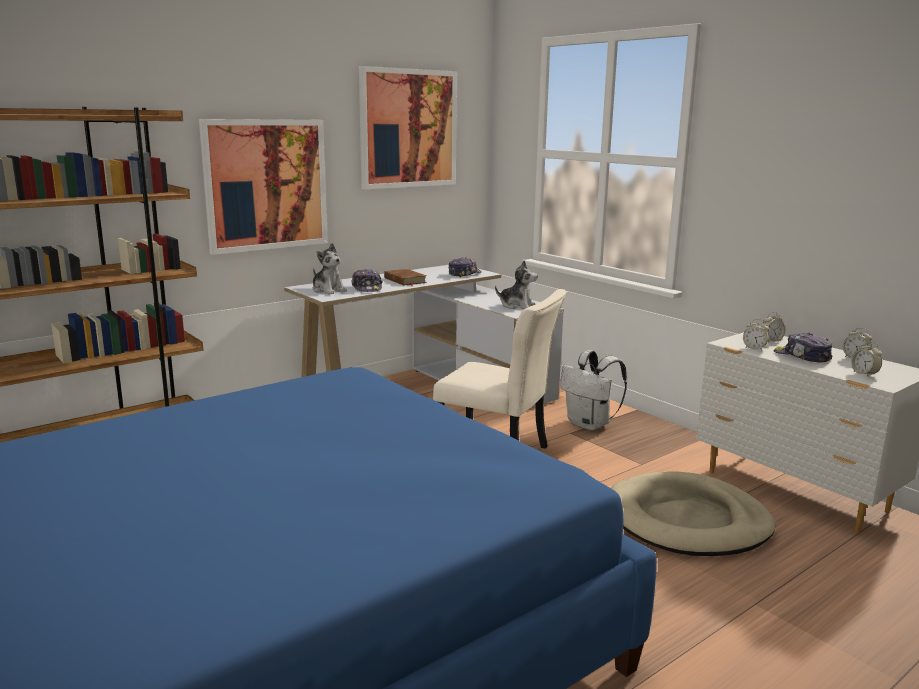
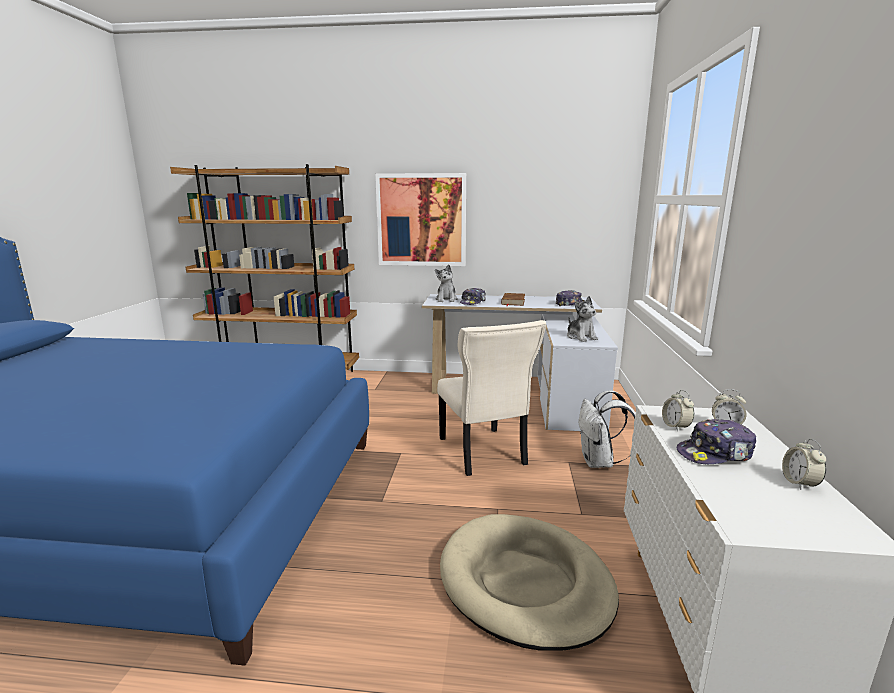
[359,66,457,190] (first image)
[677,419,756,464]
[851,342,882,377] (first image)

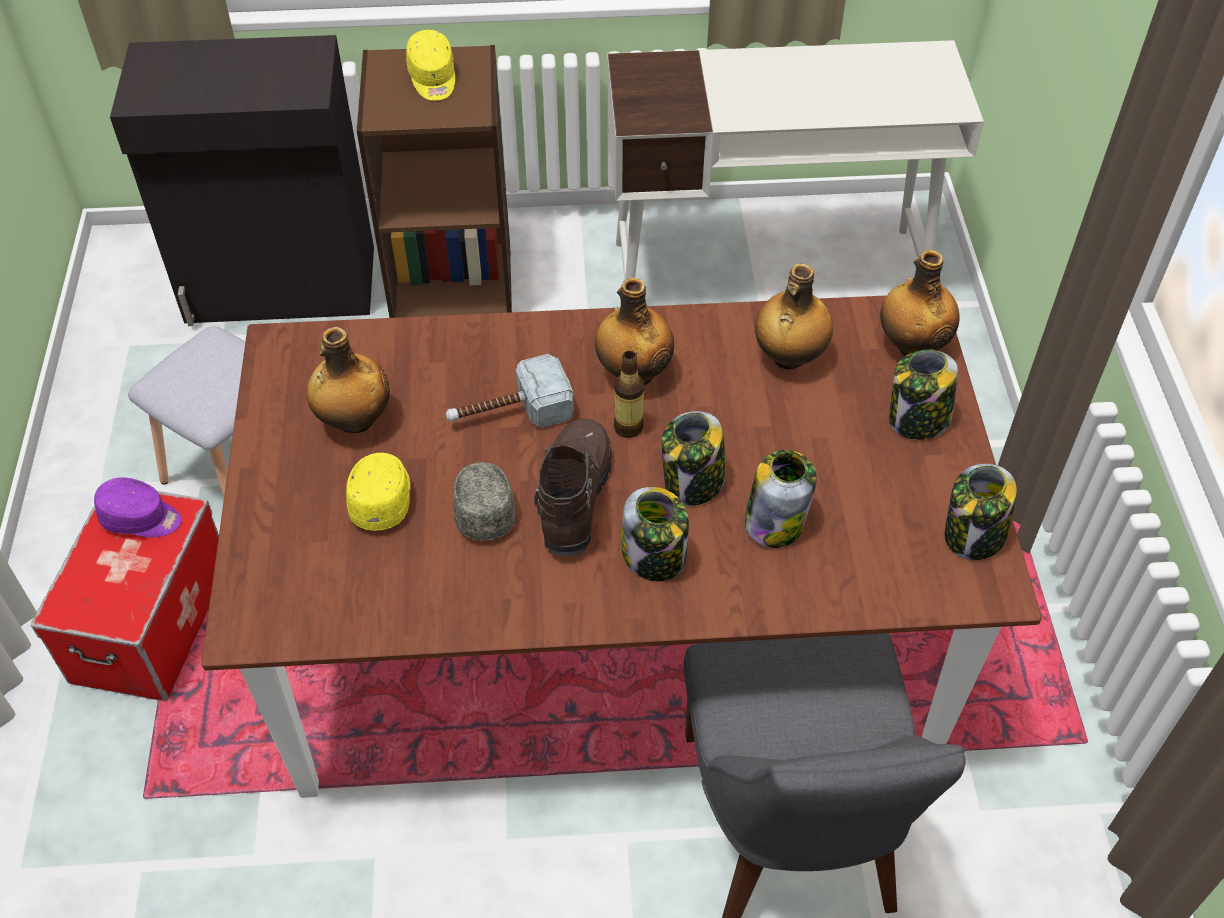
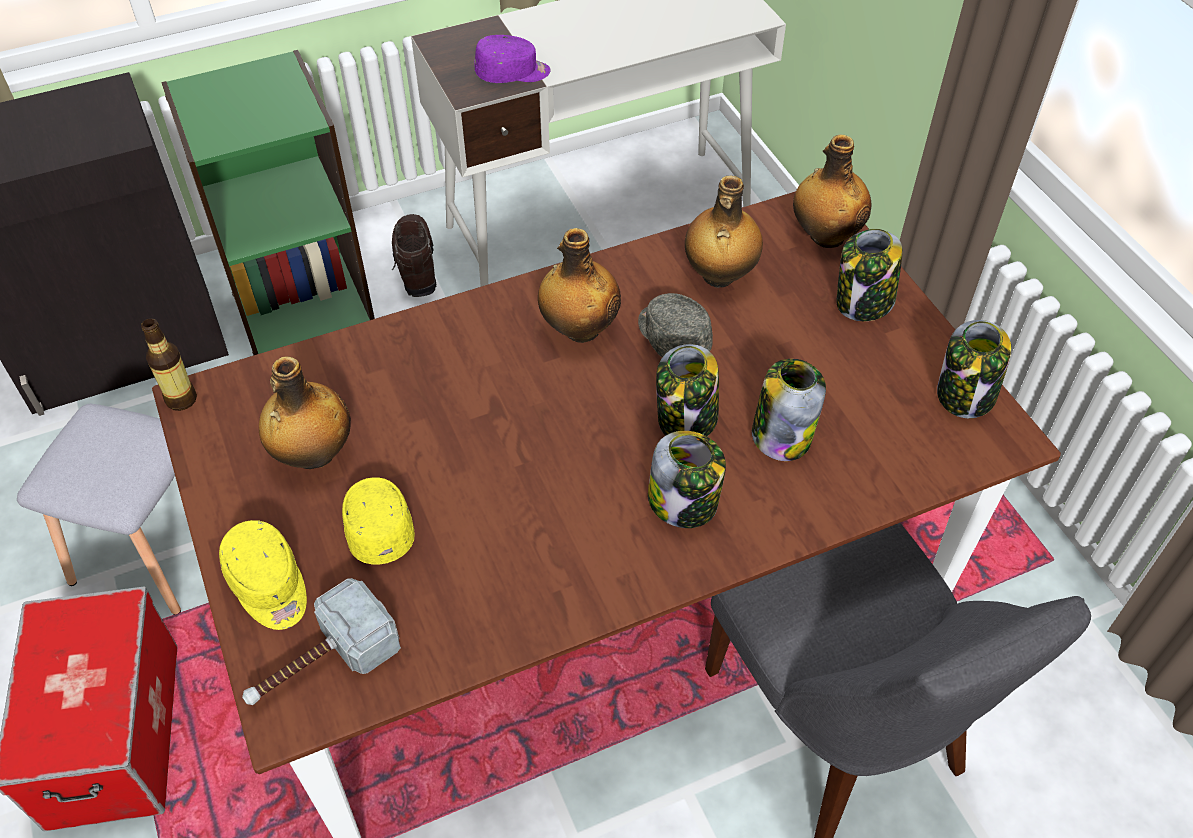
[474,35,551,83]
[161,50,375,356]
[219,520,307,630]
[242,578,401,705]
[638,293,713,357]
[392,214,436,297]
[141,318,197,411]

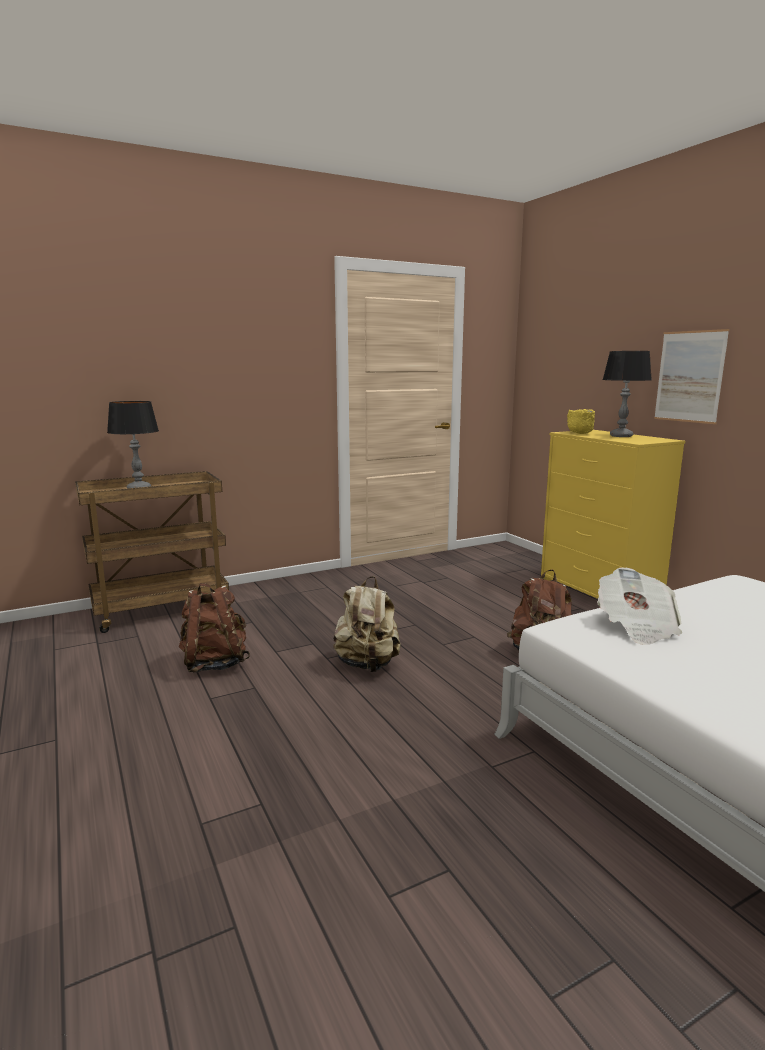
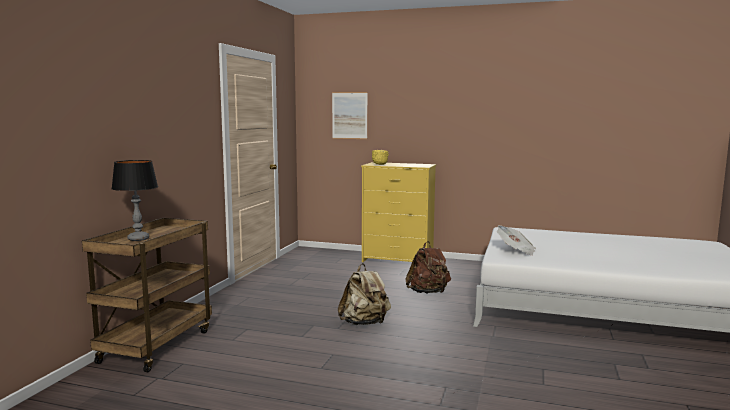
[179,583,250,673] (first image)
[603,351,652,437] (first image)
[332,92,368,139]

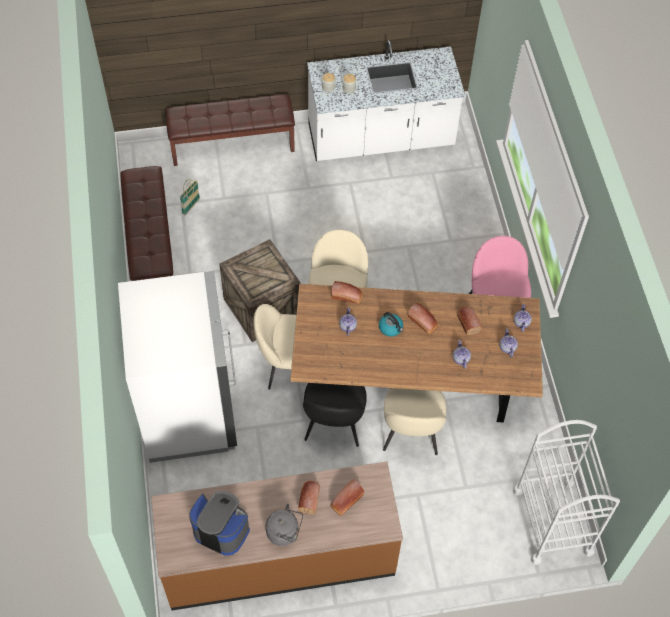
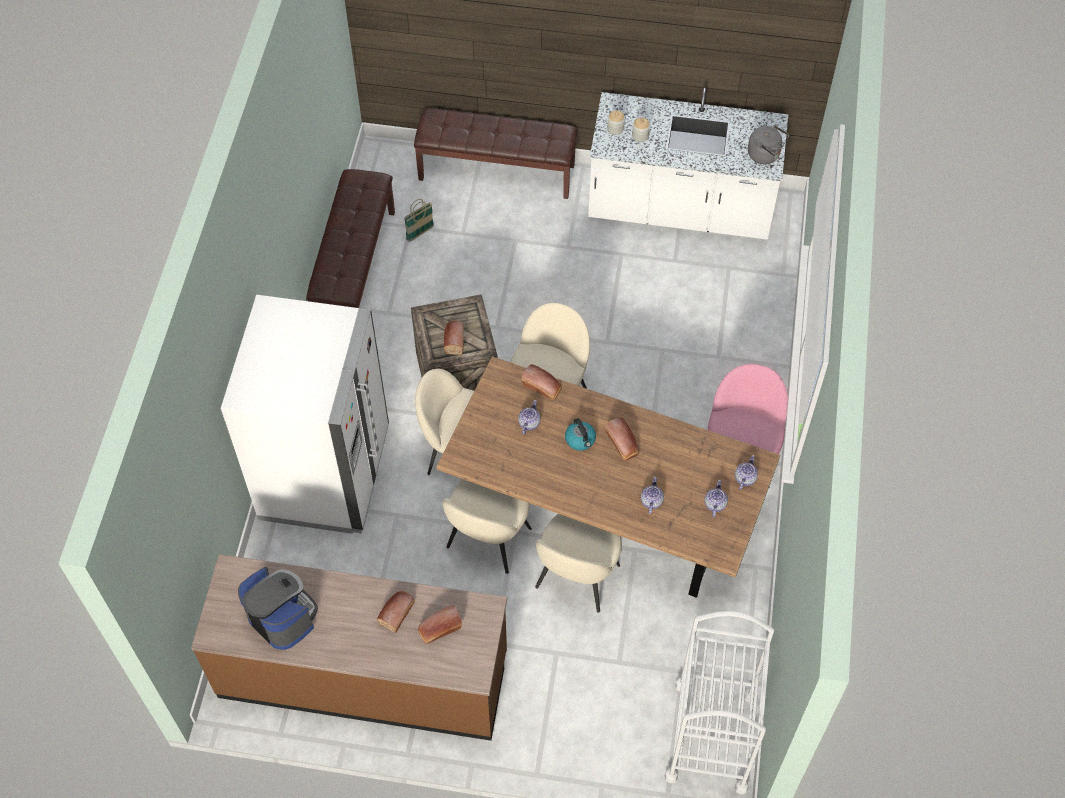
[748,125,790,164]
[442,479,532,574]
[444,320,464,355]

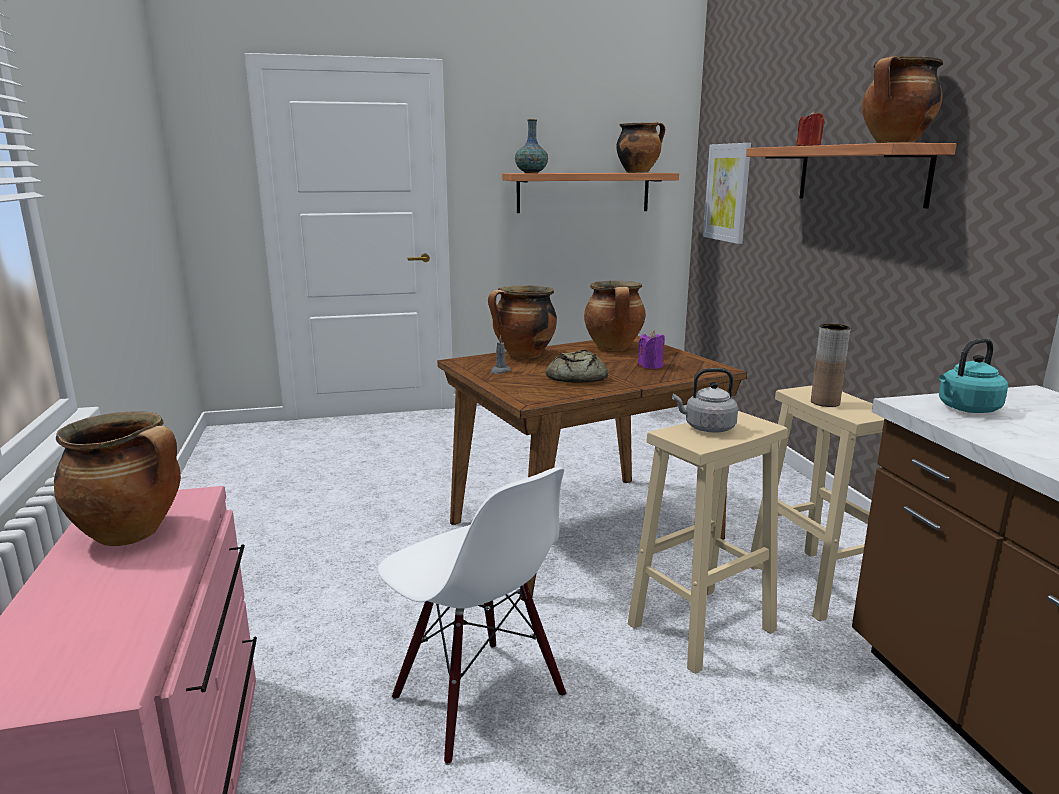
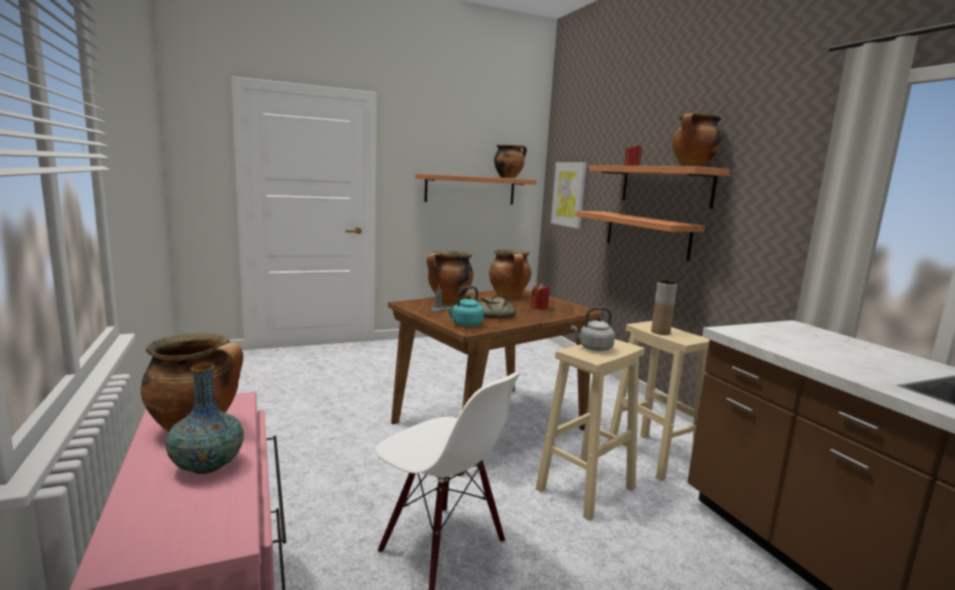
[165,363,244,474]
[531,283,550,310]
[445,286,484,327]
[575,211,705,261]

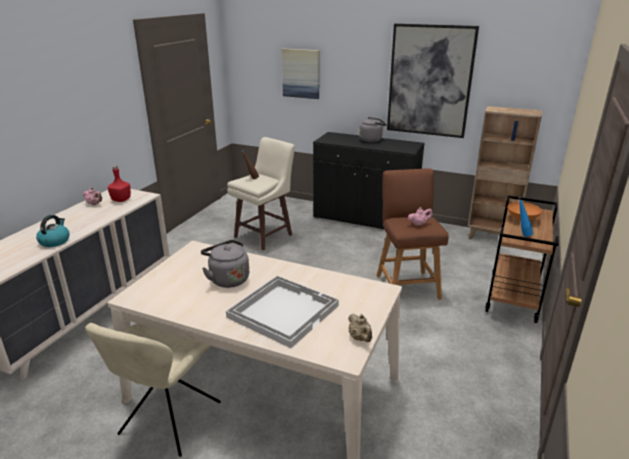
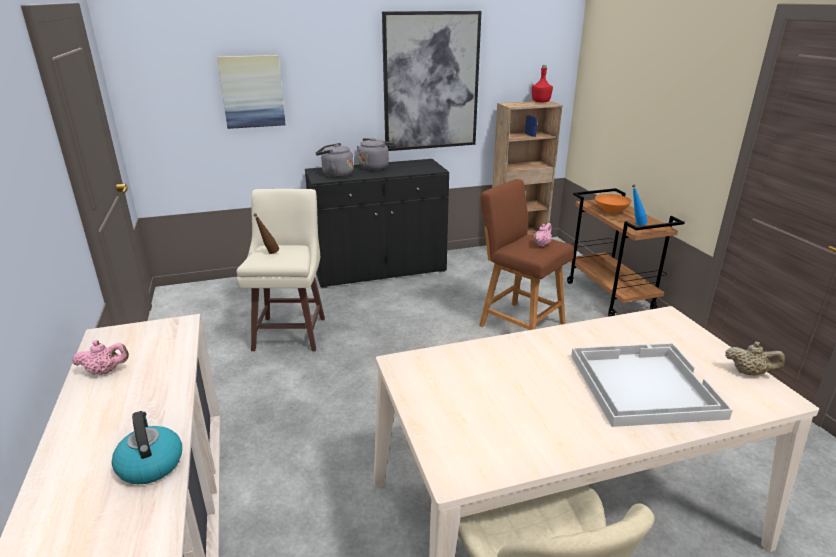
[532,65,553,103]
[316,143,354,177]

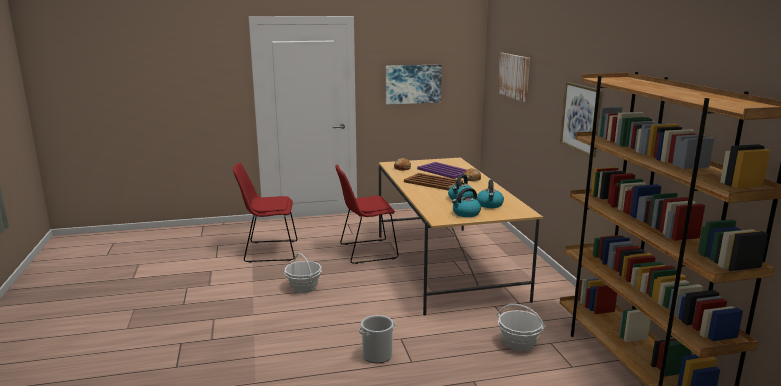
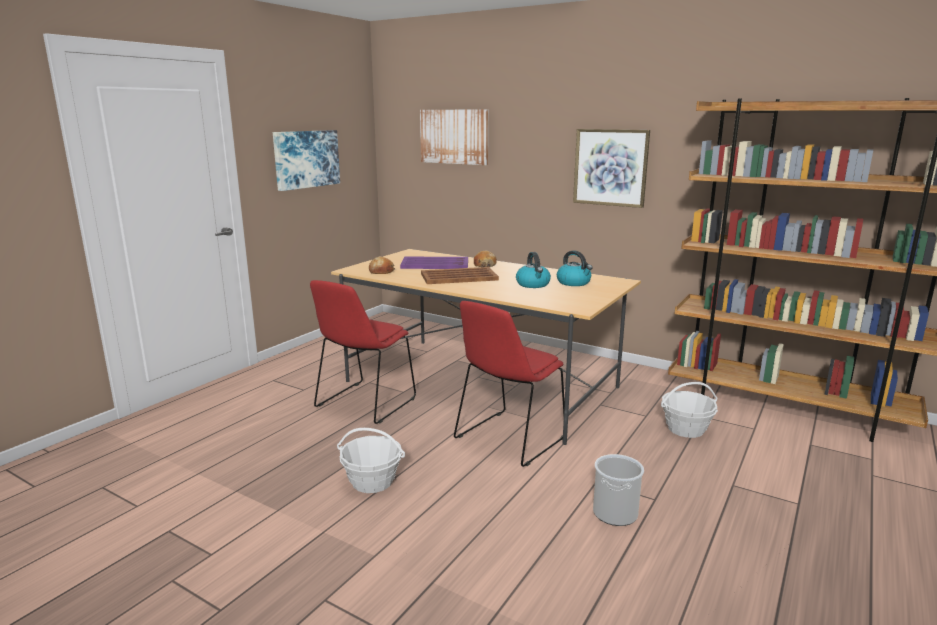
[454,301,565,467]
[452,188,481,217] (first image)

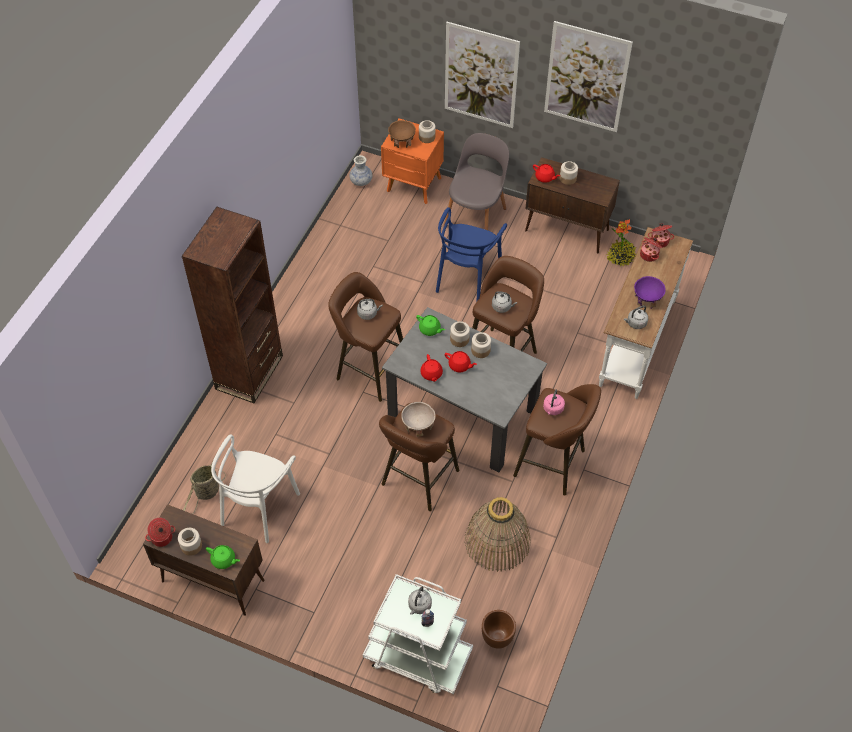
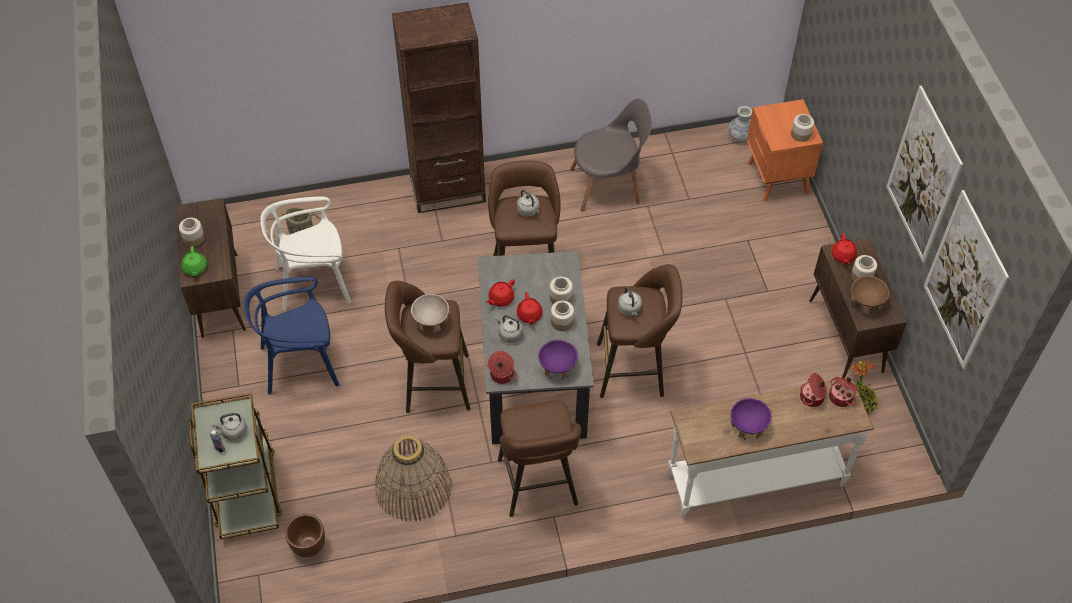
[487,351,517,384]
[189,393,282,539]
[851,276,890,315]
[416,315,445,336] (first image)
[244,277,340,394]
[570,99,652,211]
[924,190,1009,369]
[543,389,565,415] (first image)
[495,315,523,343]
[538,340,578,380]

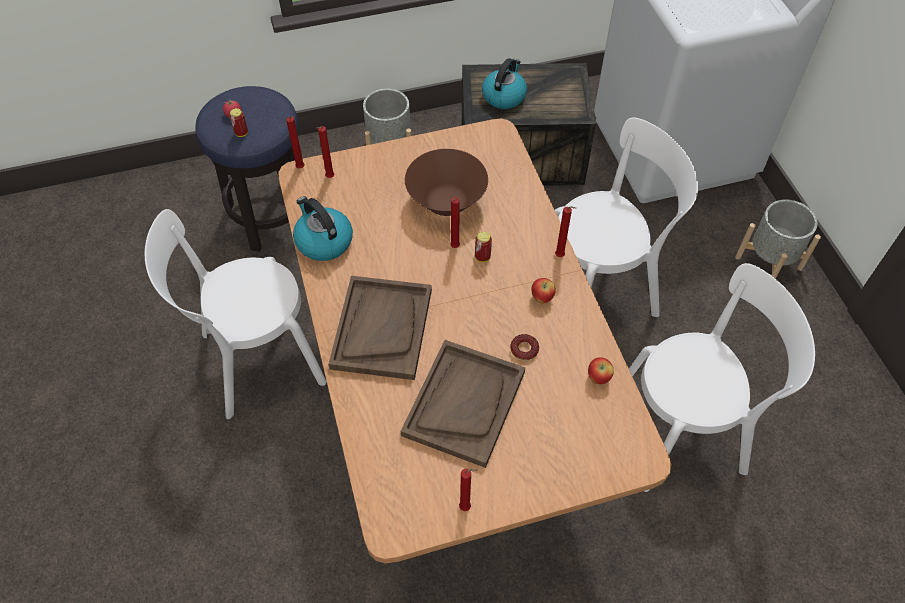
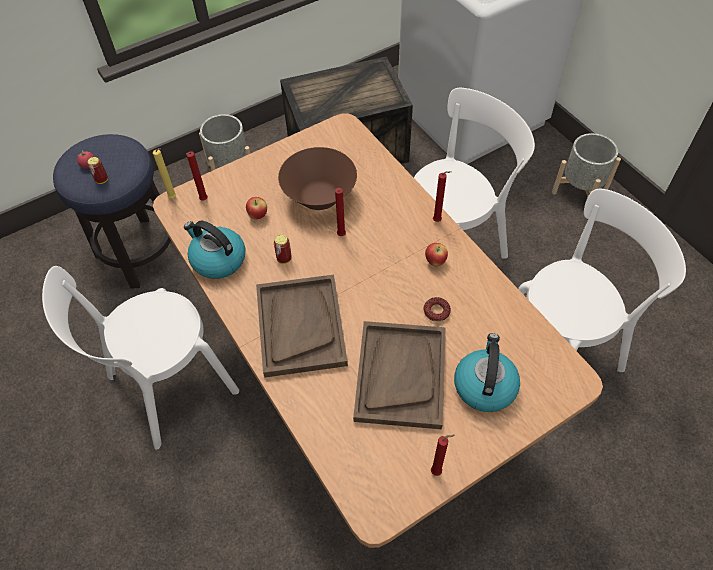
[153,148,176,198]
[274,235,292,264]
[454,333,520,412]
[246,197,267,220]

